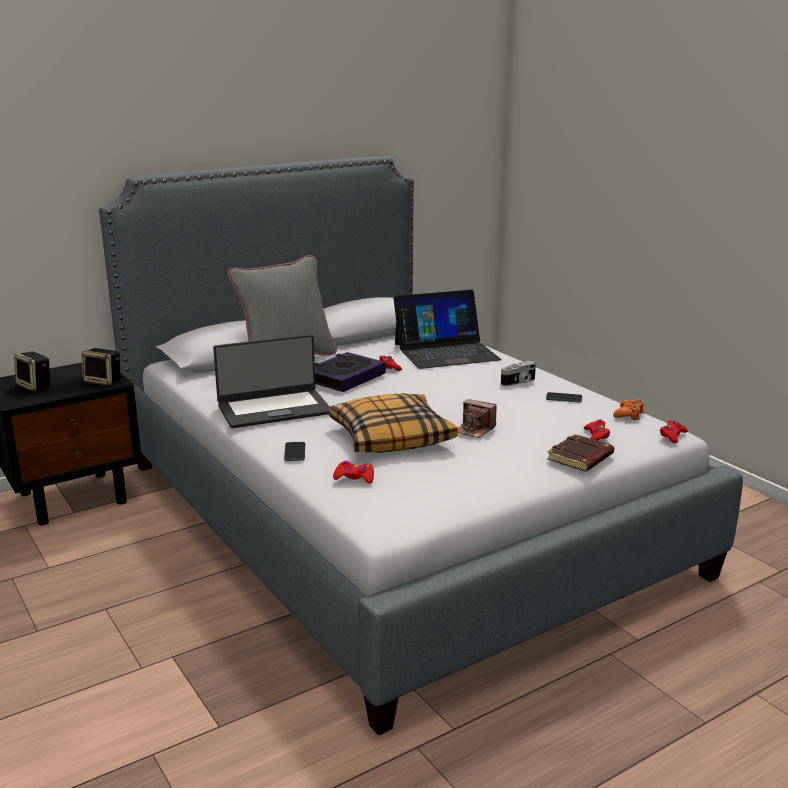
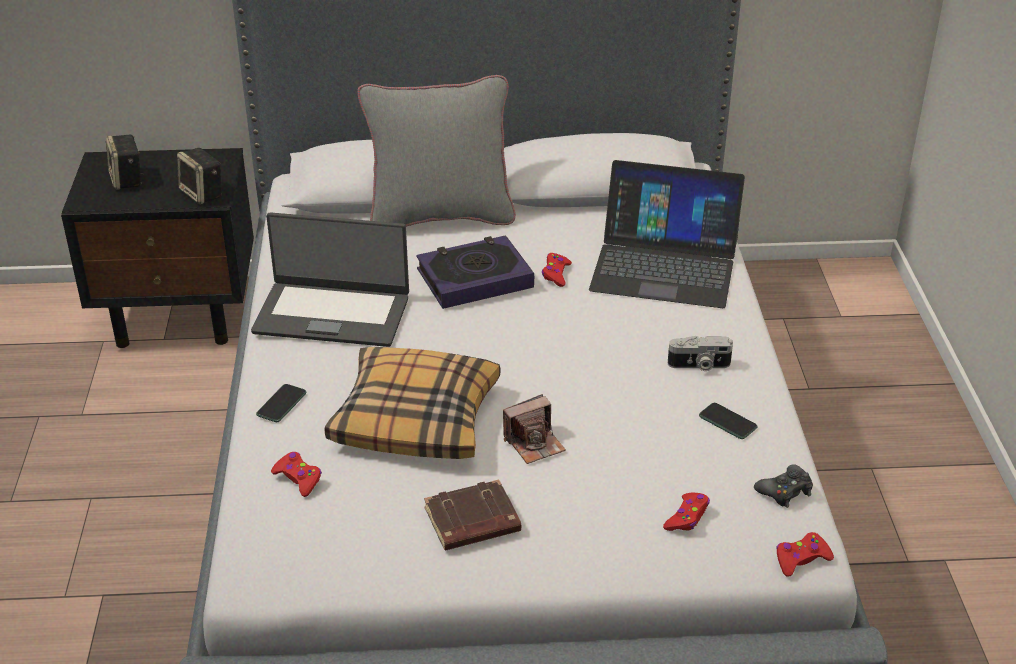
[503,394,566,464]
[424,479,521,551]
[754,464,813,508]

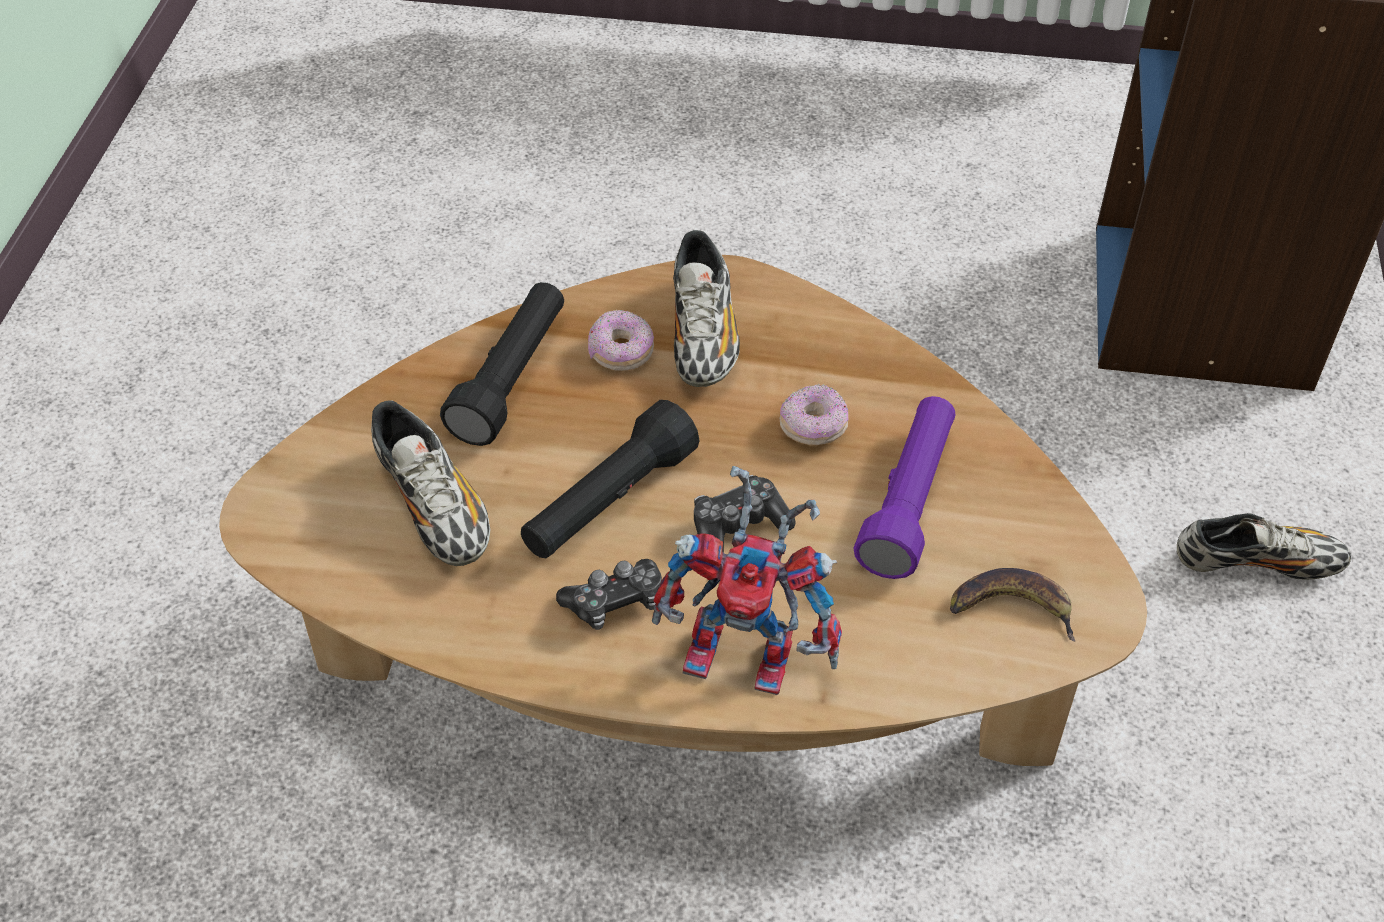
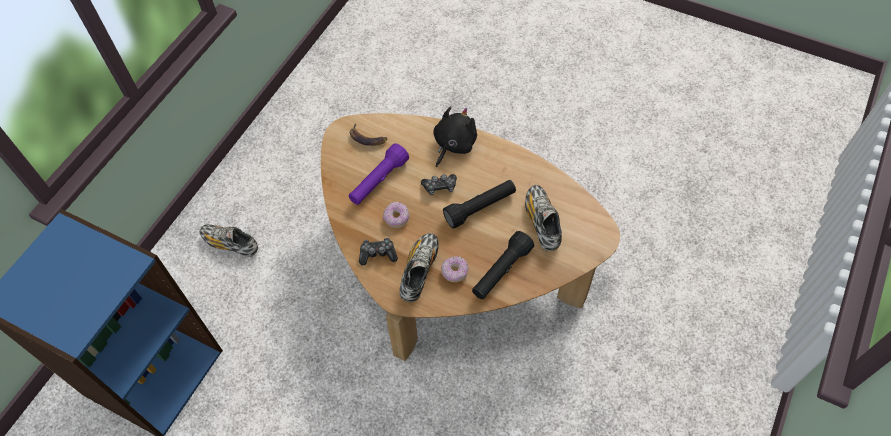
[359,238,398,265]
[433,106,477,167]

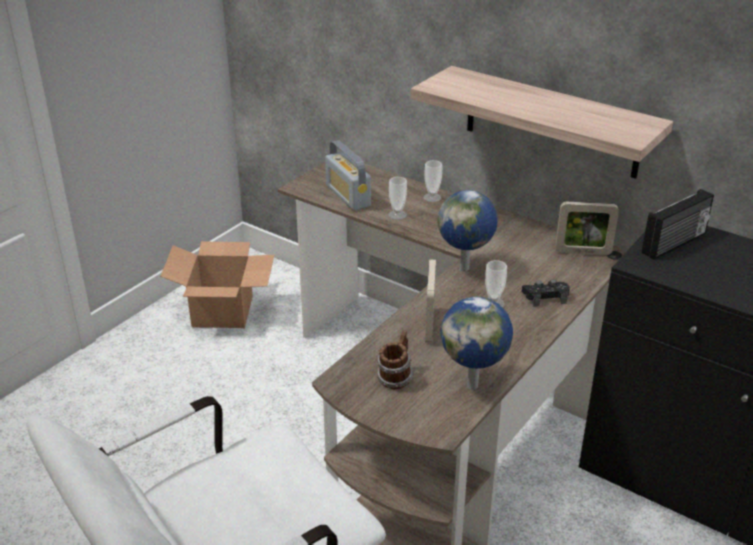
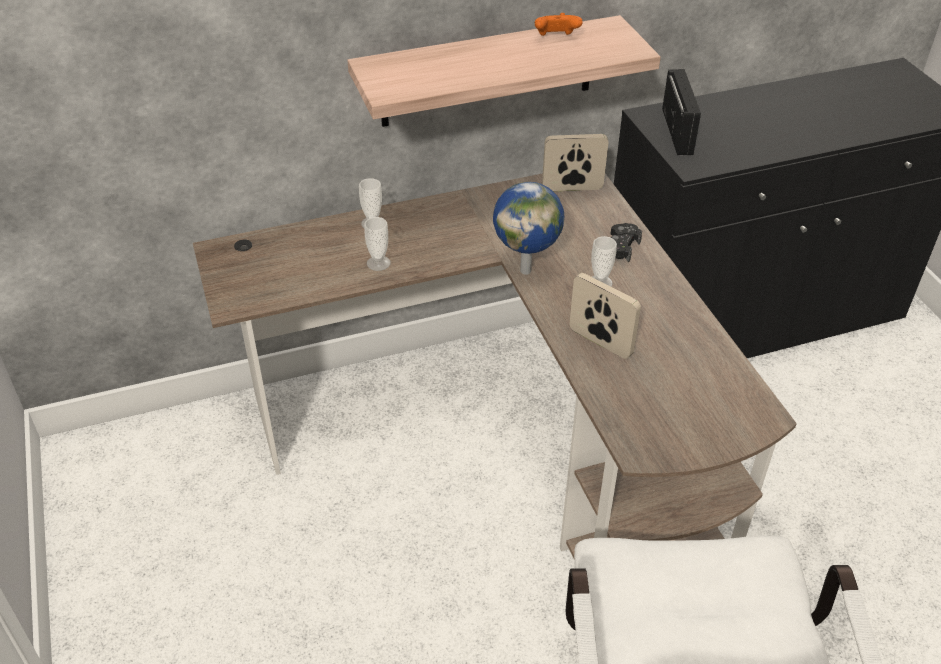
[160,241,274,328] (first image)
[325,140,371,211] (first image)
[377,330,414,389] (first image)
[441,296,513,390] (first image)
[542,134,608,191]
[535,13,583,36]

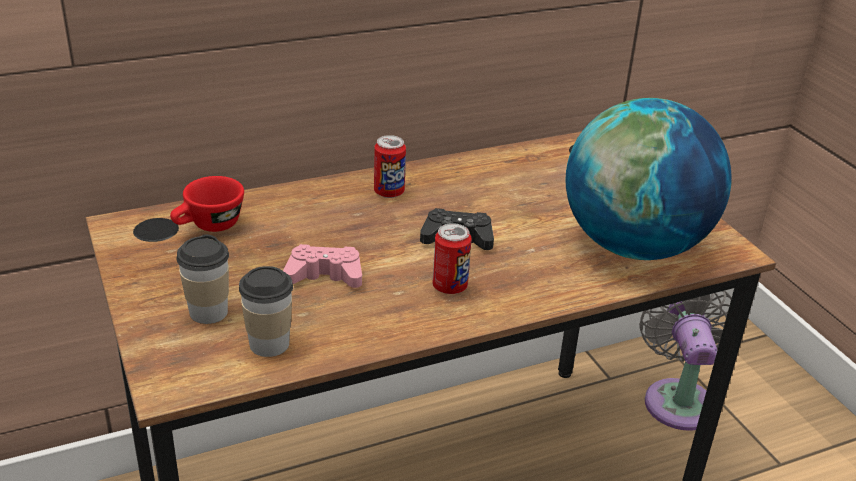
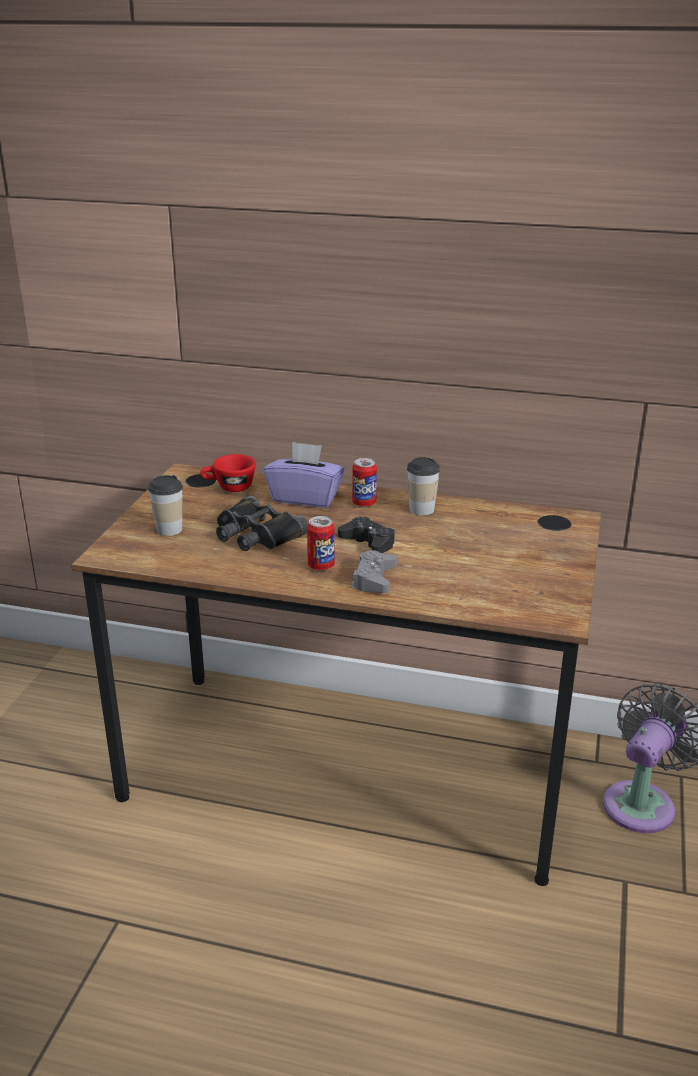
[407,457,440,515]
[216,495,308,551]
[566,98,732,260] (first image)
[264,442,345,508]
[352,550,397,593]

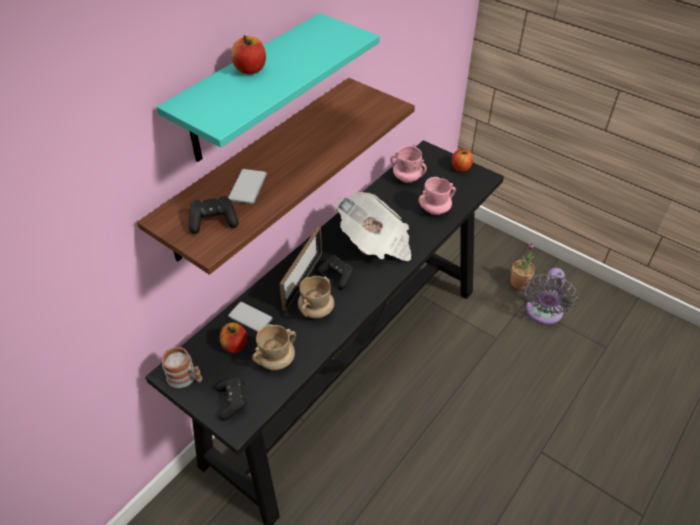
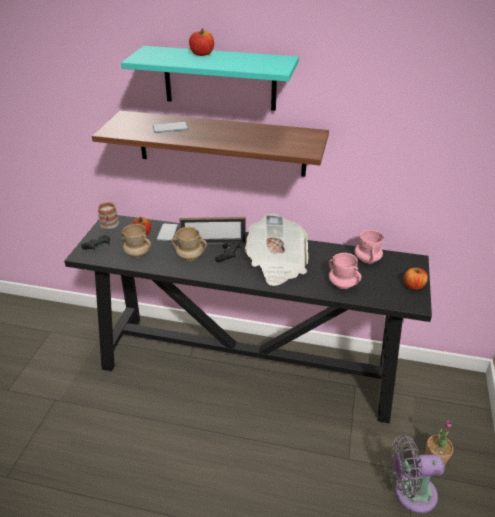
[189,196,239,234] (first image)

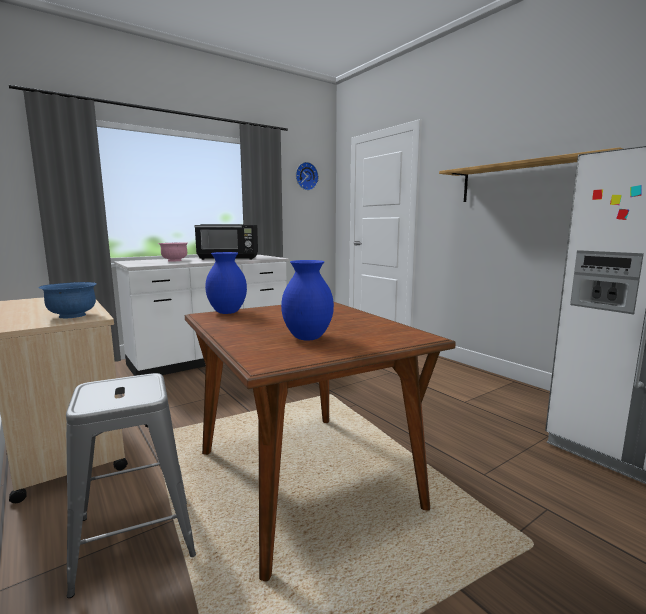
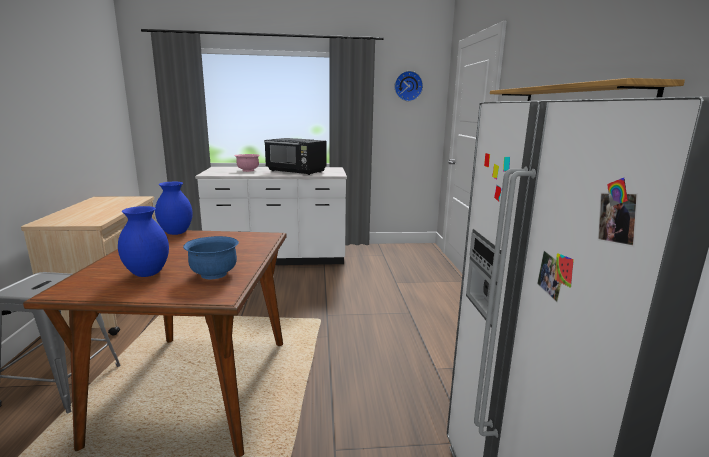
[183,236,239,279]

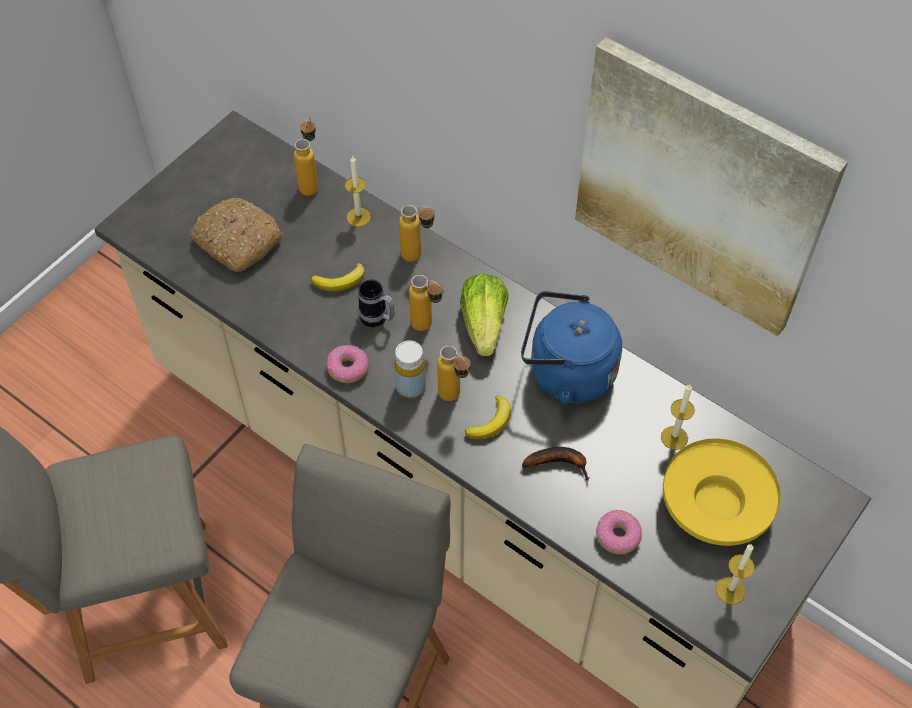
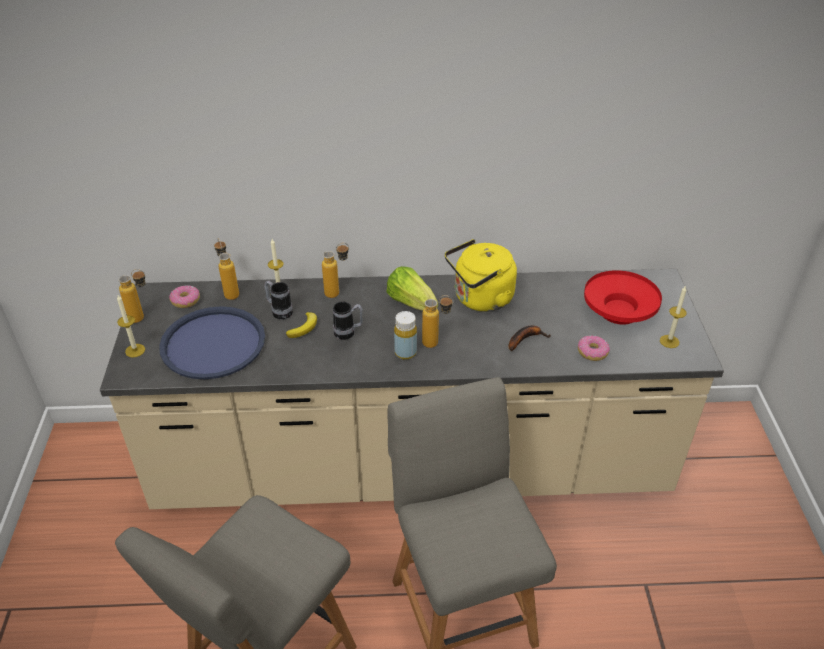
[159,306,265,379]
[169,285,200,308]
[118,269,146,323]
[465,396,511,439] (first image)
[445,239,517,312]
[575,37,848,336] (first image)
[117,295,145,357]
[584,270,662,324]
[264,281,293,320]

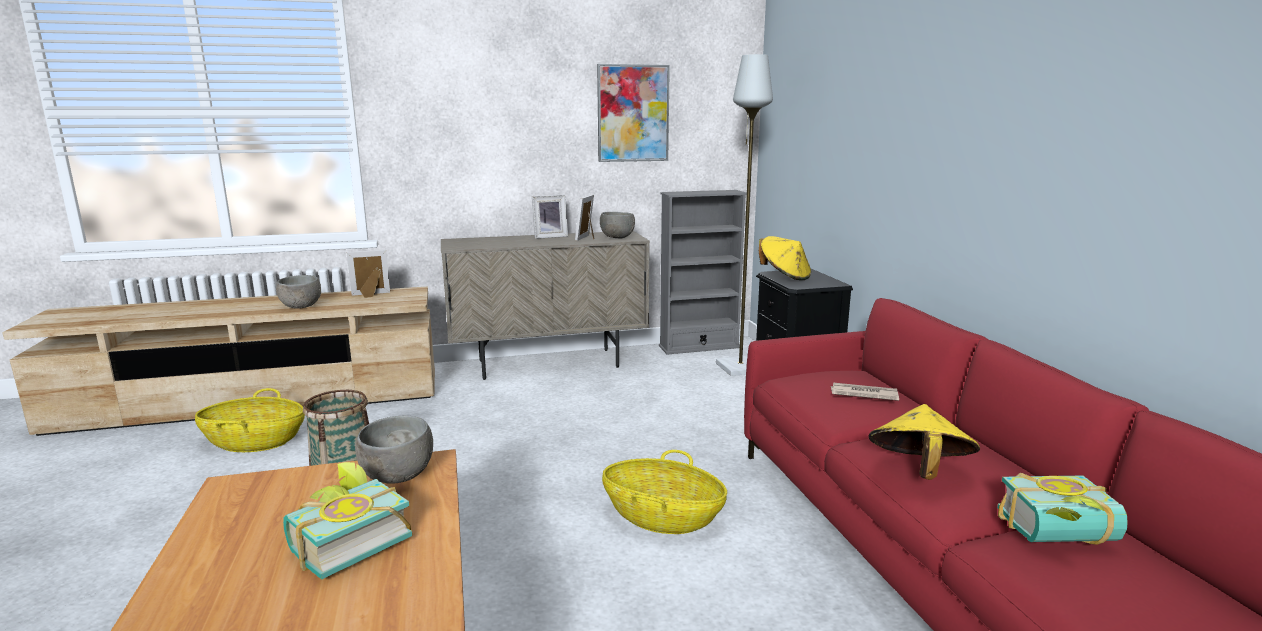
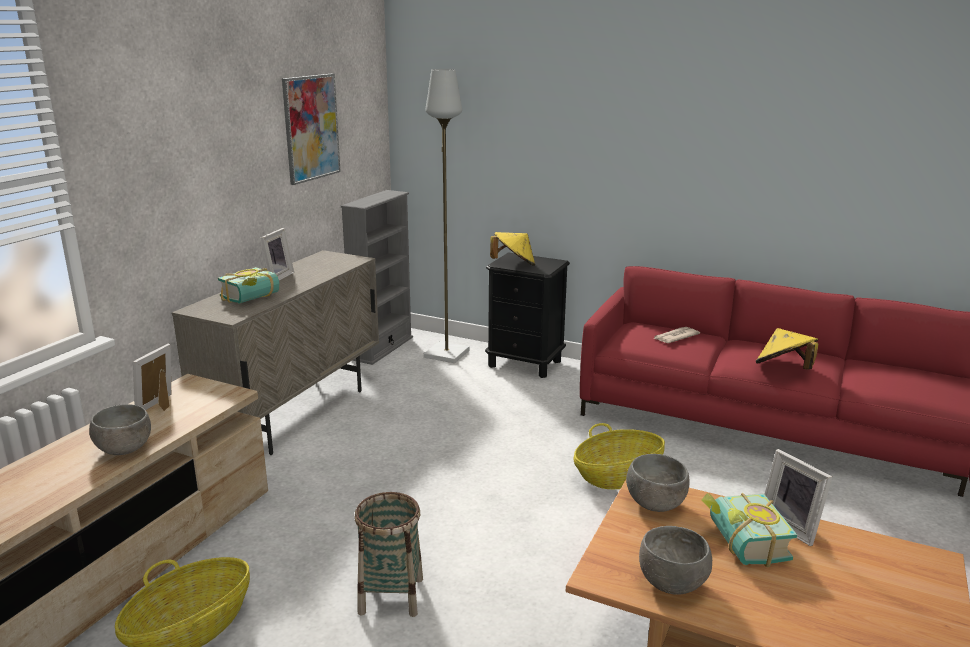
[765,449,832,546]
[639,526,712,595]
[218,267,280,304]

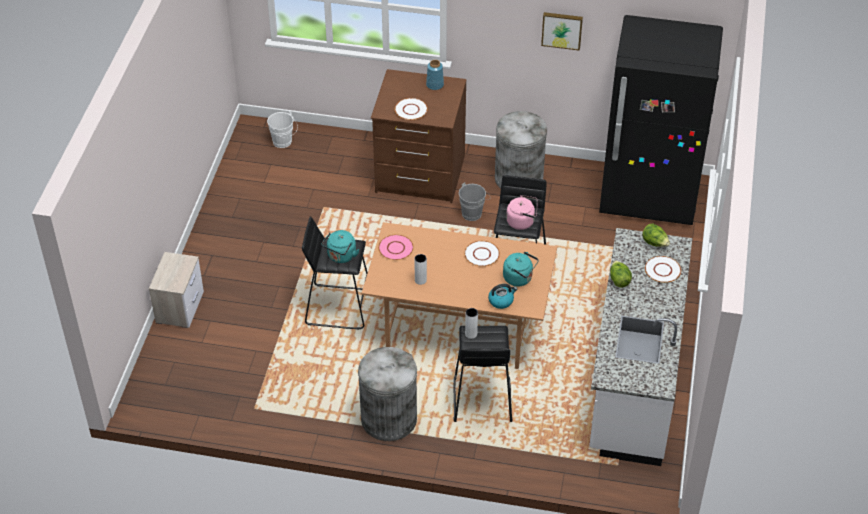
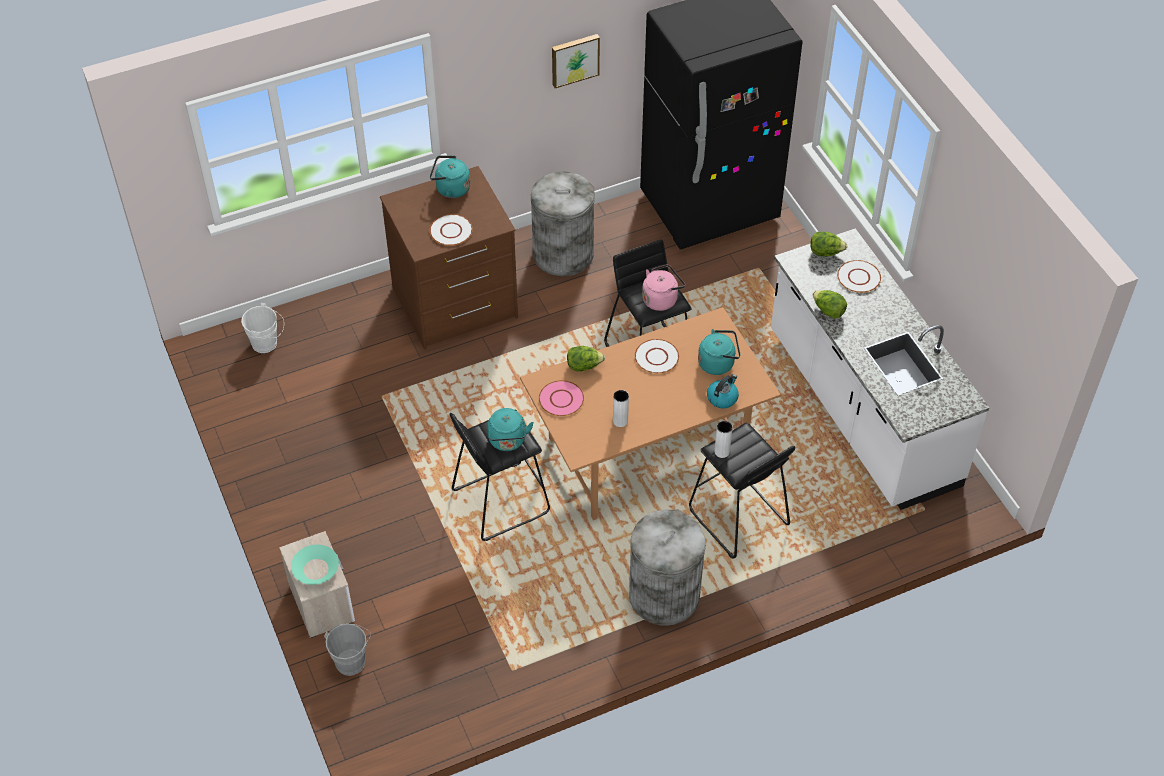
[430,155,470,198]
[324,624,371,676]
[291,544,339,585]
[567,346,605,372]

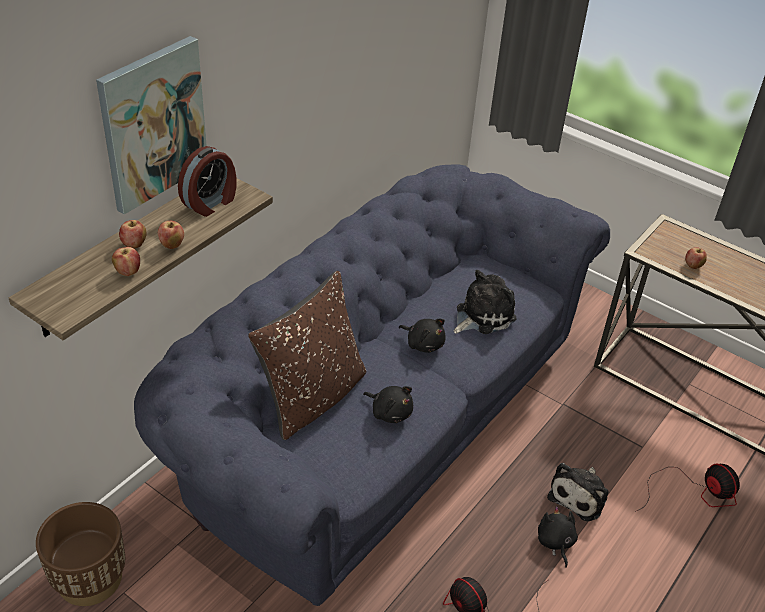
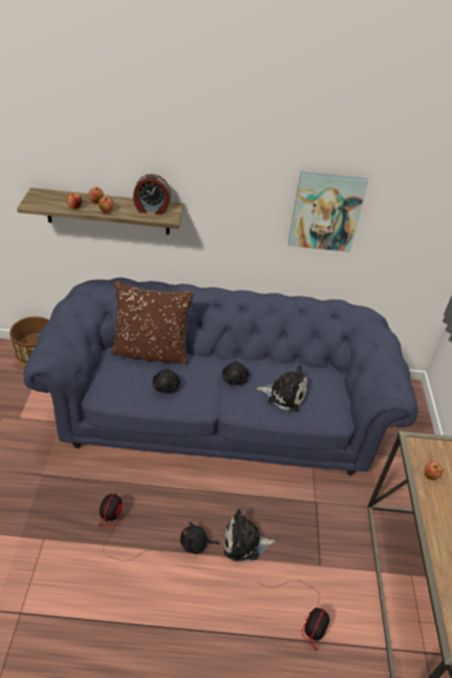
[288,172,368,252]
[180,522,219,554]

